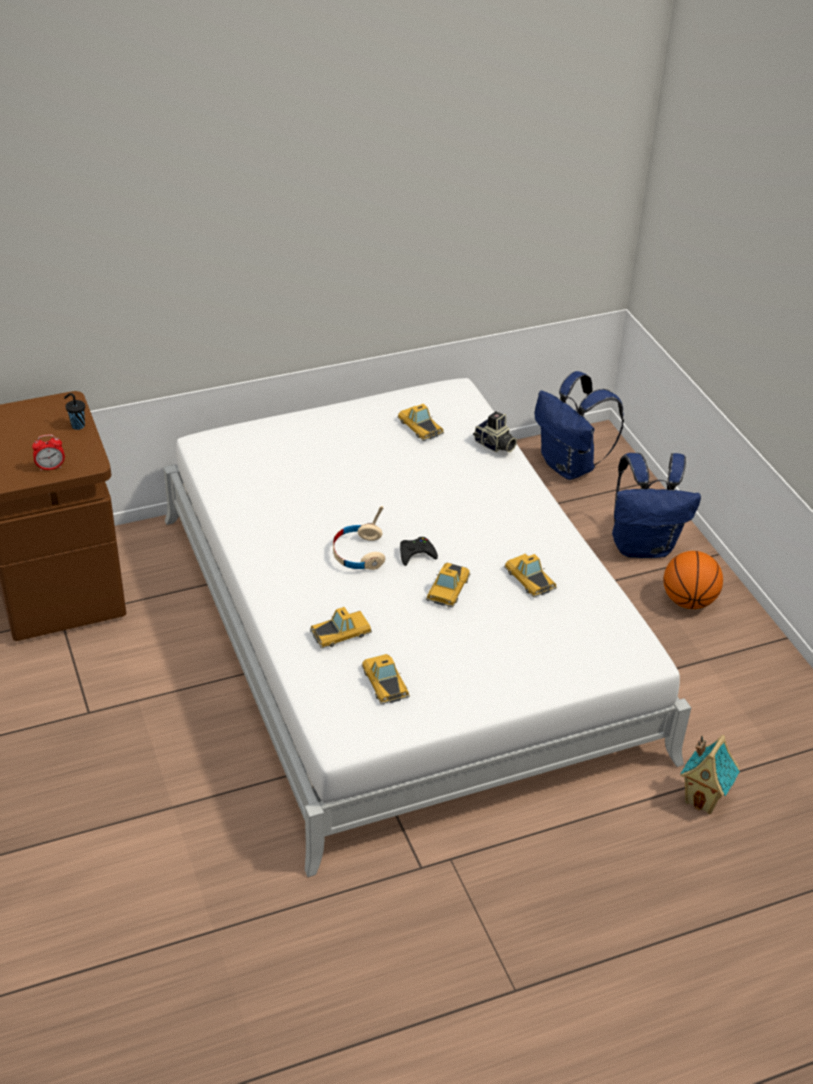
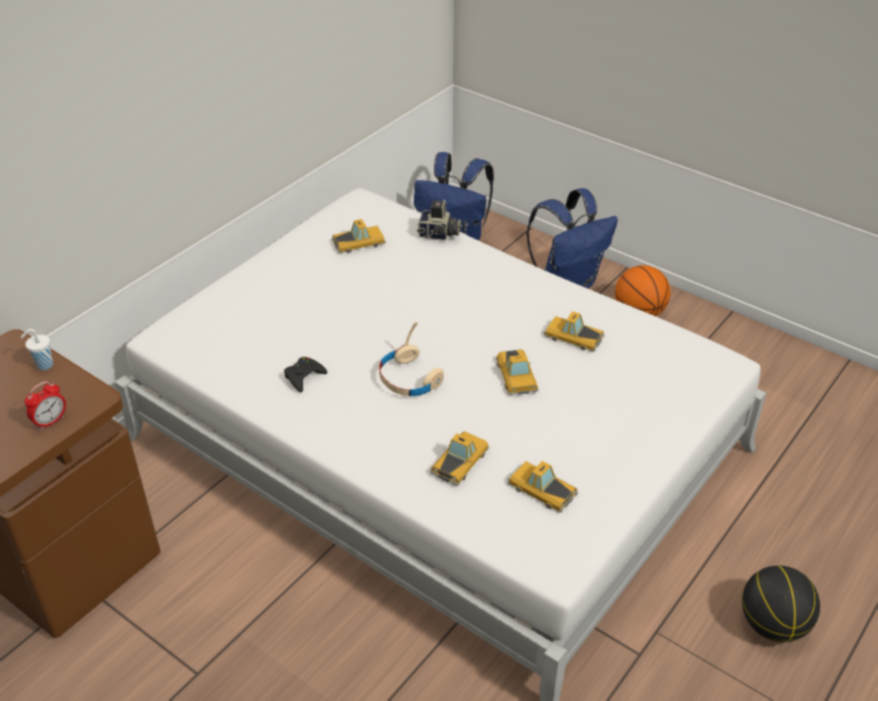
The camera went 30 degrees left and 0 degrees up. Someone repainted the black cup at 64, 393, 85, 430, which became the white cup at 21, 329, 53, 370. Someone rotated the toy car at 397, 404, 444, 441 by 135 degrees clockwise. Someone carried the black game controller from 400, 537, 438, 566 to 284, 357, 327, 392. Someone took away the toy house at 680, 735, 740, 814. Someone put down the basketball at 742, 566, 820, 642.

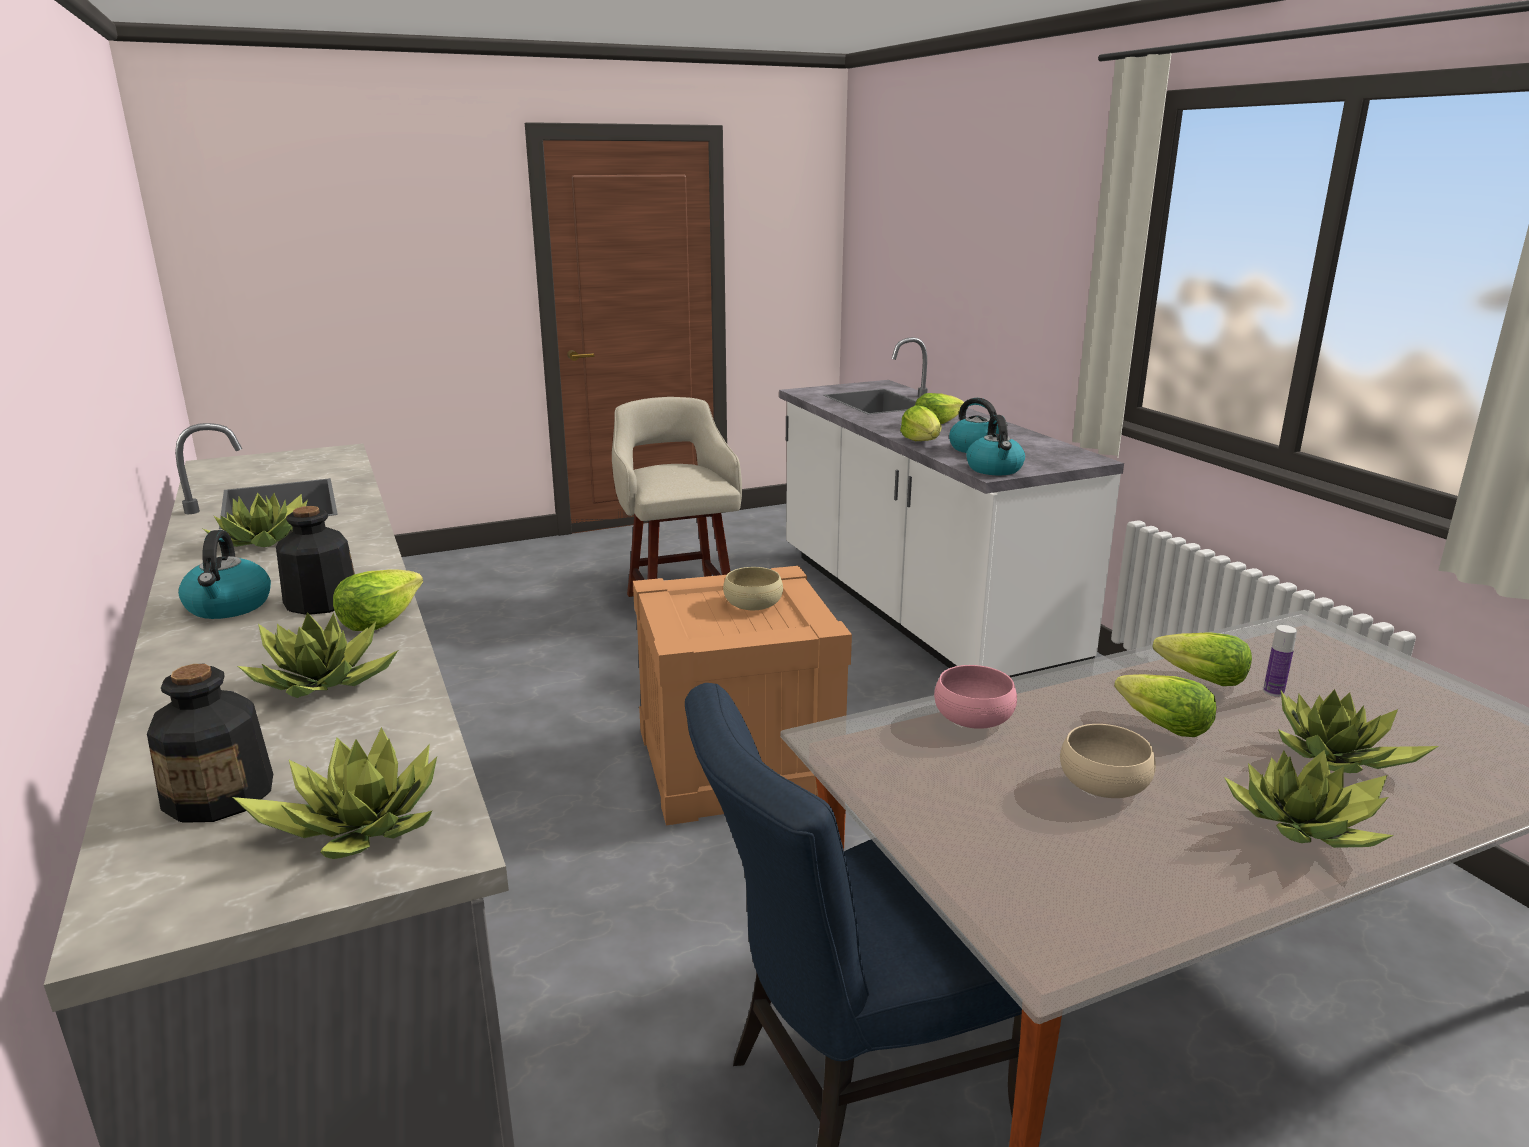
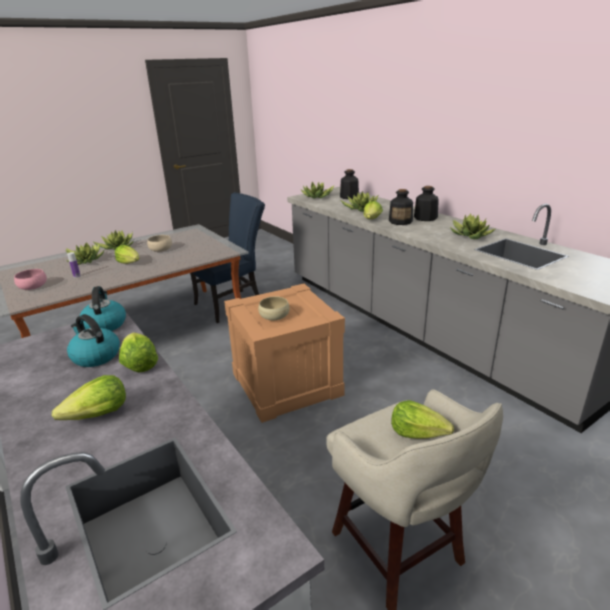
The camera went 170 degrees right and 5 degrees up. Someone swapped the kettle at 178, 530, 271, 619 for the bottle at 414, 186, 439, 221. Someone carried the lettuce from 1153, 632, 1252, 686 to 391, 400, 454, 439. Someone carried the pink bowl from 934, 665, 1017, 729 to 14, 269, 47, 290.

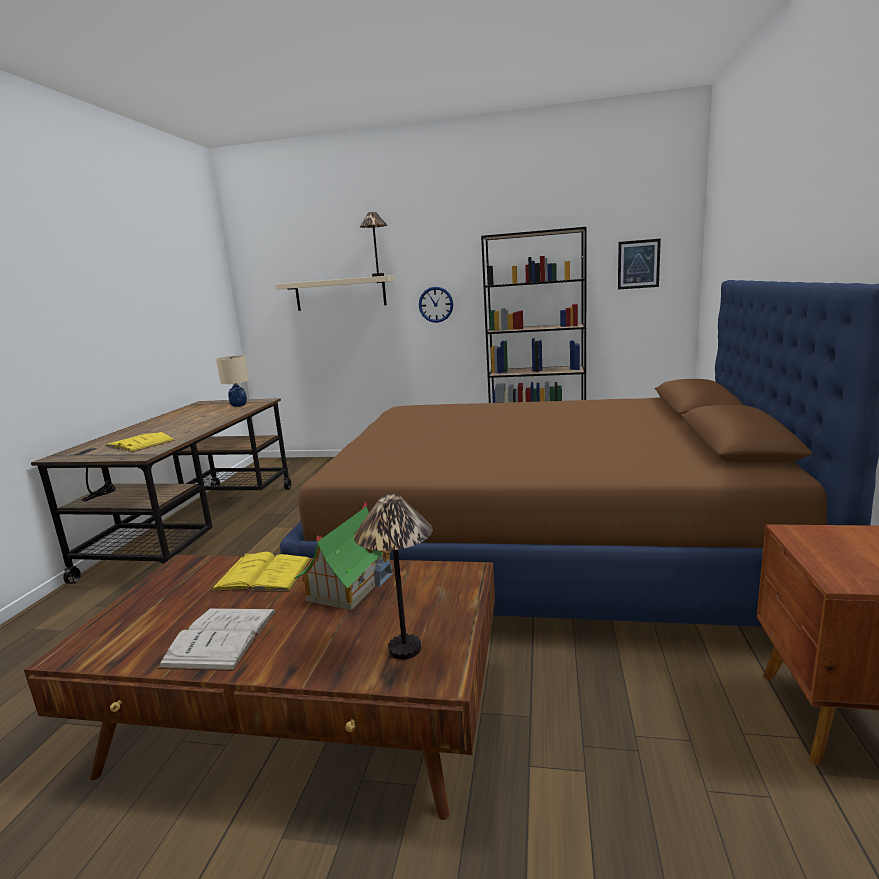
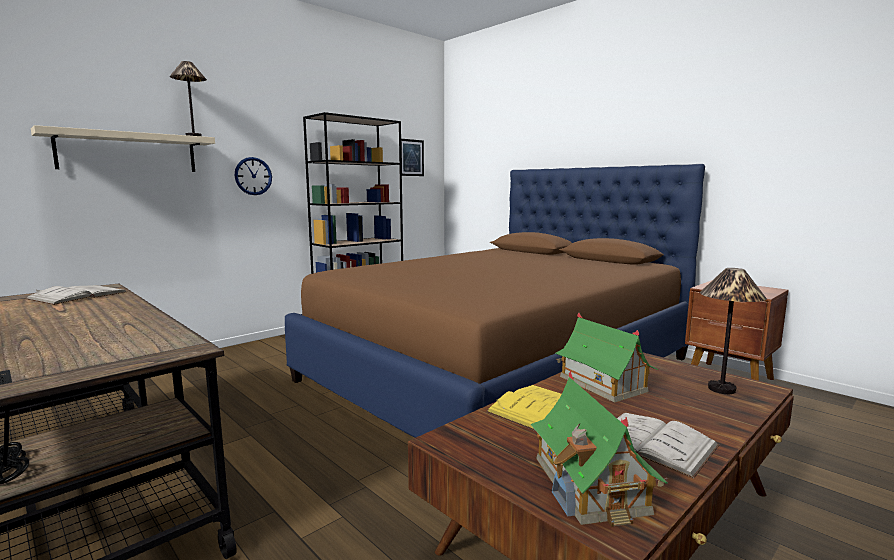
The camera went 55 degrees left and 5 degrees down. Someone swapped the beige table lamp at 216, 355, 249, 407 for the white book at 25, 285, 127, 305. Someone took away the yellow book at 105, 432, 175, 452. Someone put down the toy house at 530, 370, 669, 527.

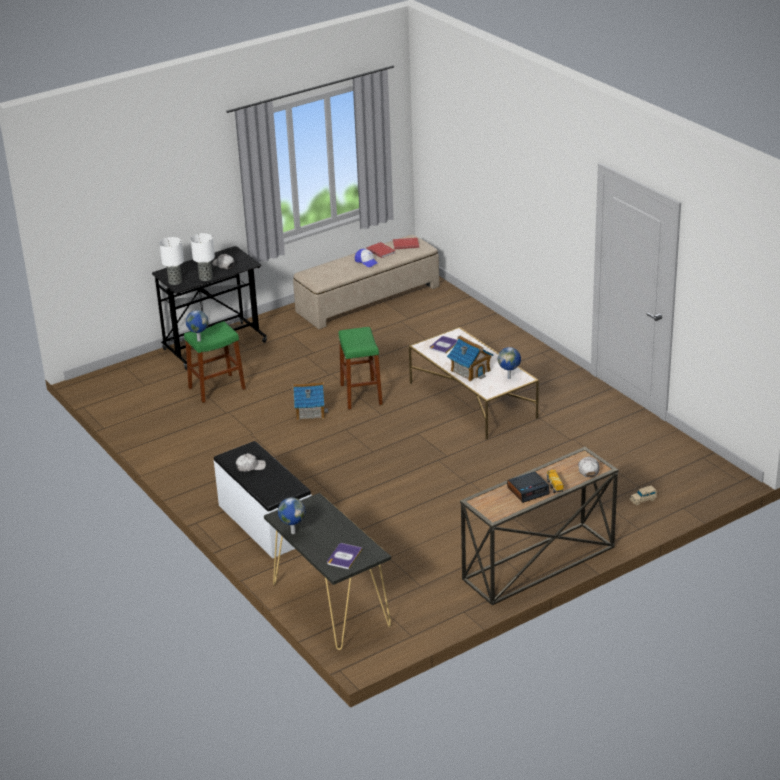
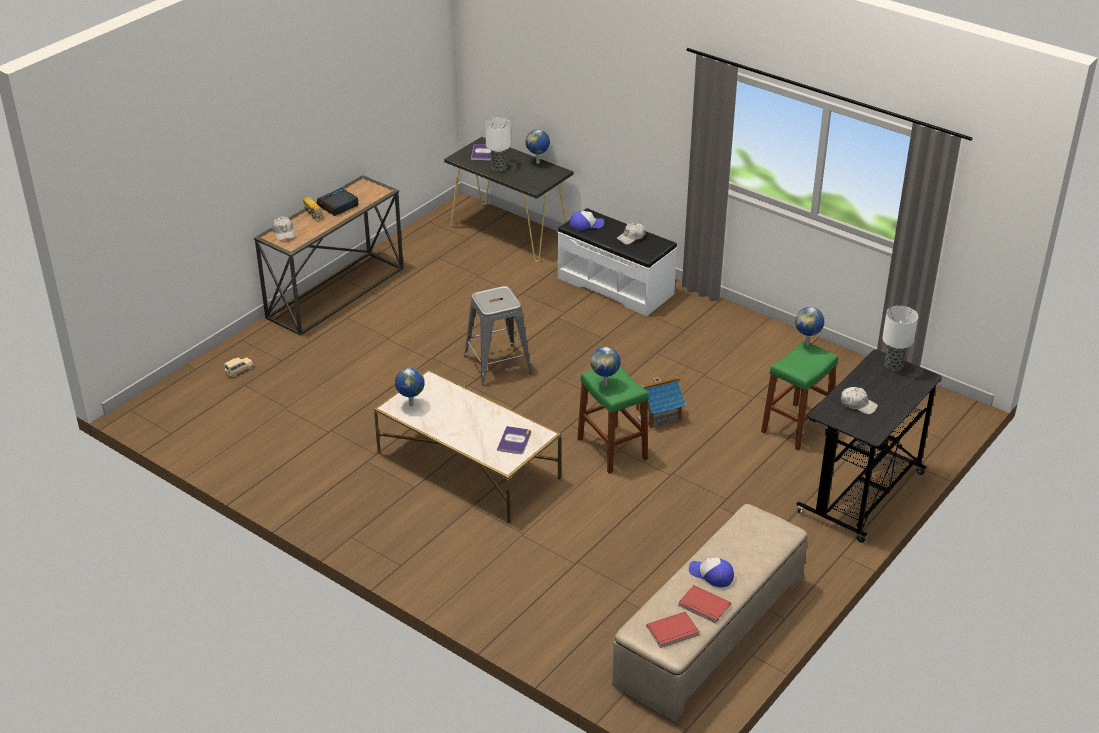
The camera went 160 degrees right and 5 degrees up. Someone carried the table lamp from 190, 233, 215, 281 to 485, 117, 511, 171. Someone took away the toy house at 447, 336, 494, 381. Someone put down the cap at 570, 211, 604, 230. Someone put down the grey stool at 464, 286, 532, 386. Someone put down the globe at 591, 347, 621, 386.

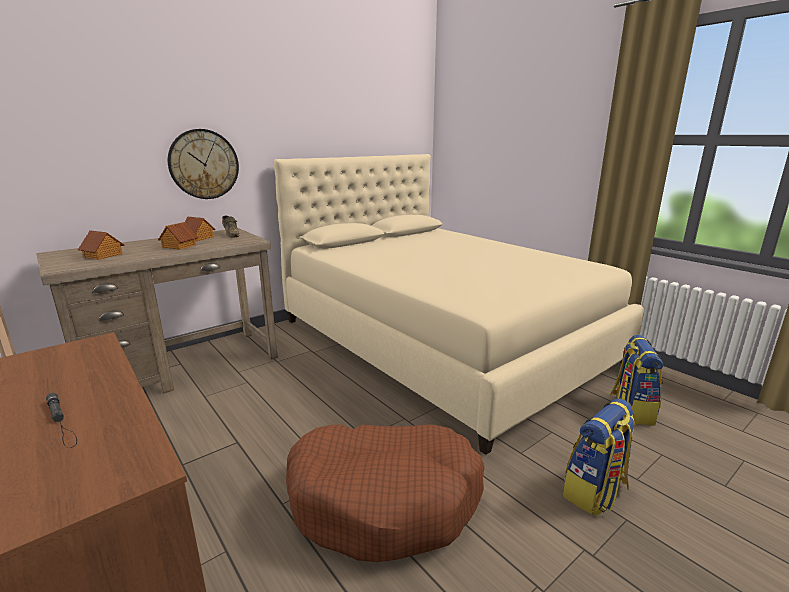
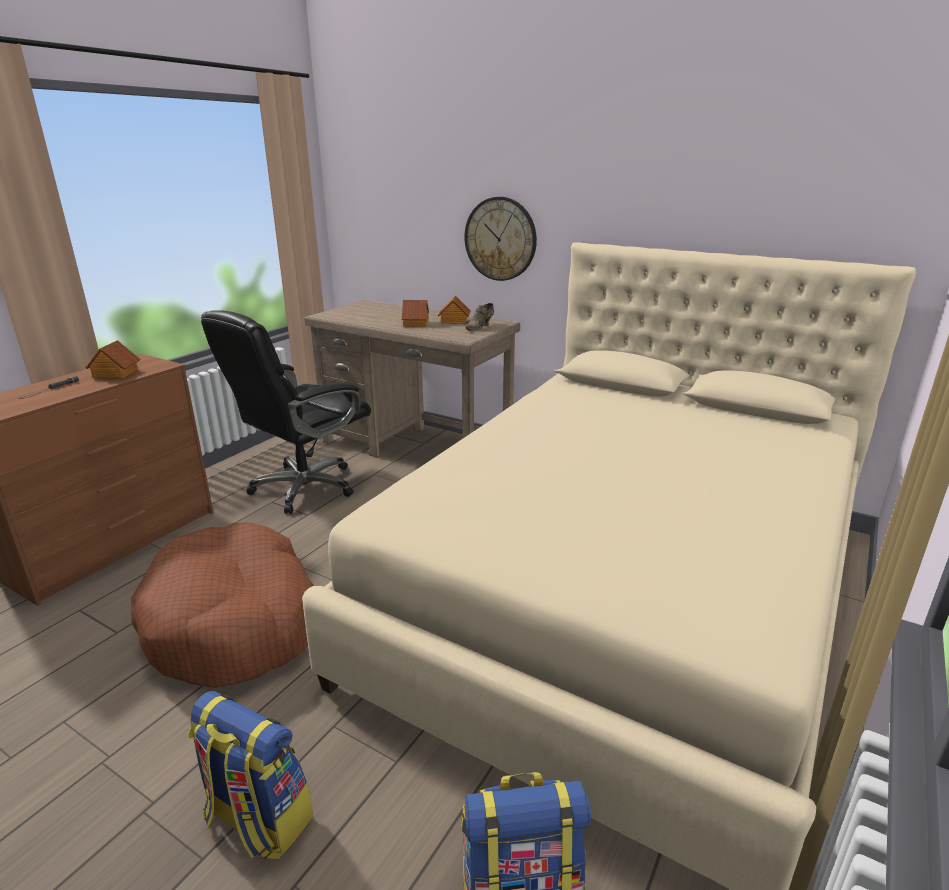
The camera went 70 degrees right and 5 degrees up. Someone carried the toy house from 78, 230, 125, 260 to 86, 340, 141, 379. Someone put down the black office chair at 201, 310, 371, 514.

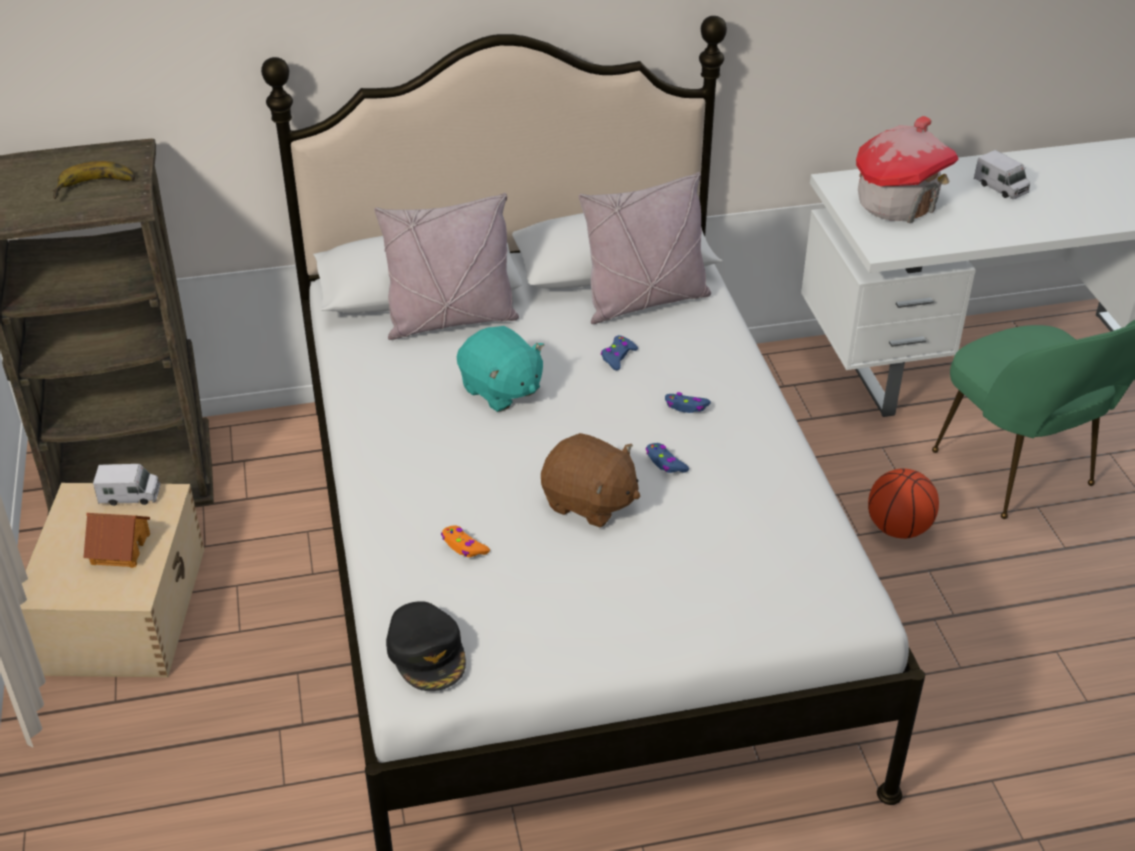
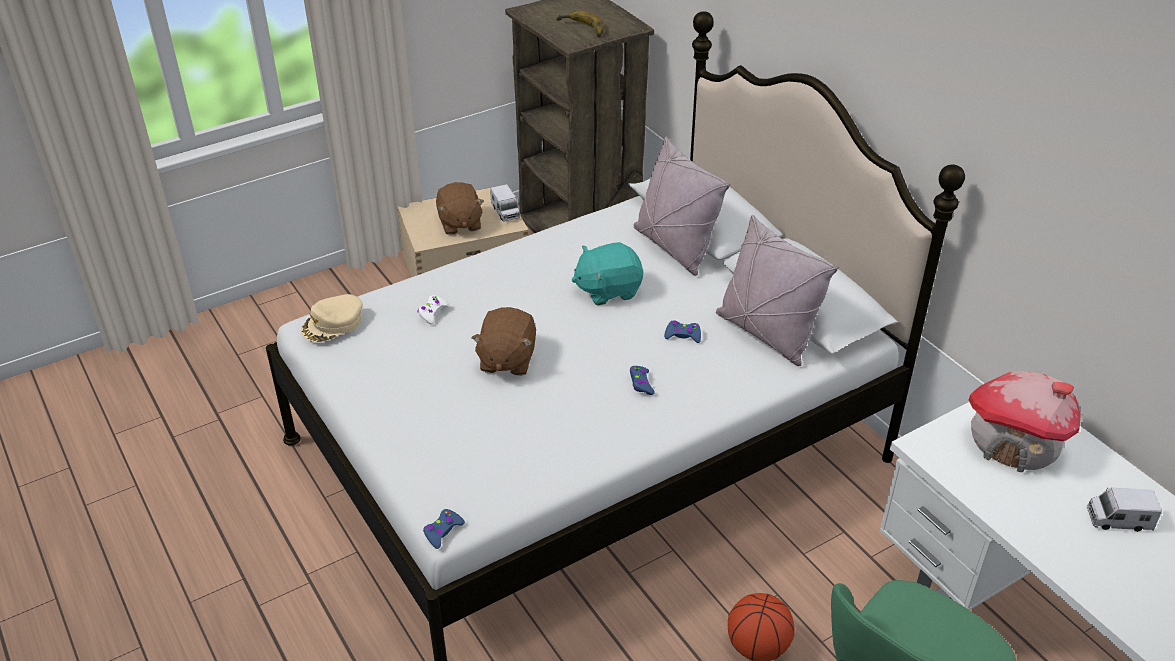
The camera went 70 degrees right and 0 degrees up. Someone rotated the toy truck at 974, 150, 1030, 199 by 60 degrees clockwise. Someone rotated the turquoise plush toy at 457, 326, 544, 412 by 45 degrees clockwise. Someone carried the blue game controller from 646, 443, 689, 473 to 423, 509, 465, 549. Someone swapped the toy house at 83, 513, 150, 568 for the brown plush toy at 436, 182, 484, 235. Someone repainted the orange game controller at 441, 525, 490, 557, which became the white game controller at 417, 295, 449, 324. Someone repainted the black cap at 386, 601, 466, 691, which became the beige cap at 301, 294, 363, 342.

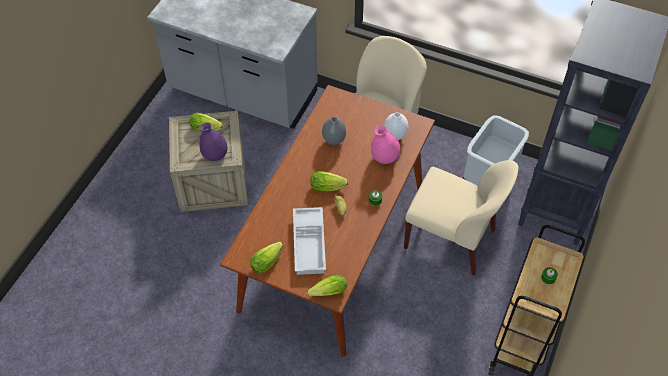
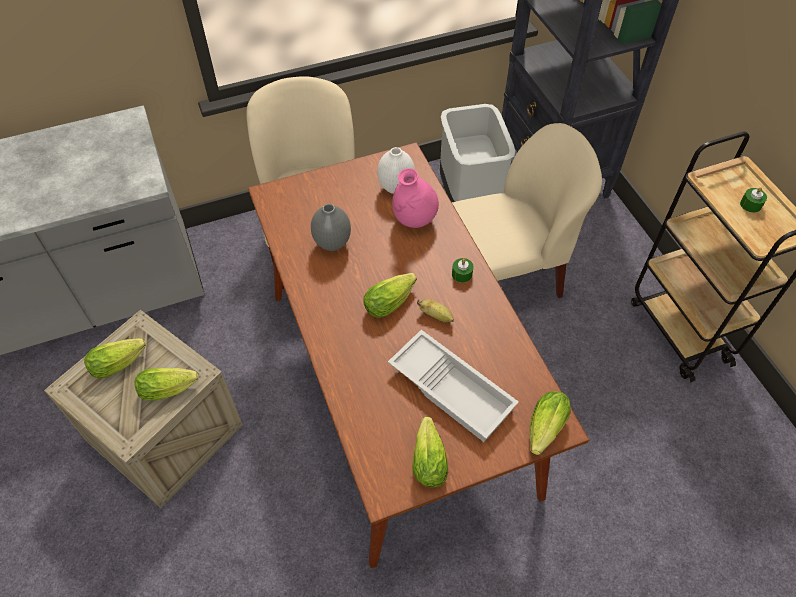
The camera went 45 degrees left and 0 degrees up. Someone swapped the purple vase at 199, 123, 227, 161 for the lettuce at 134, 368, 198, 401.

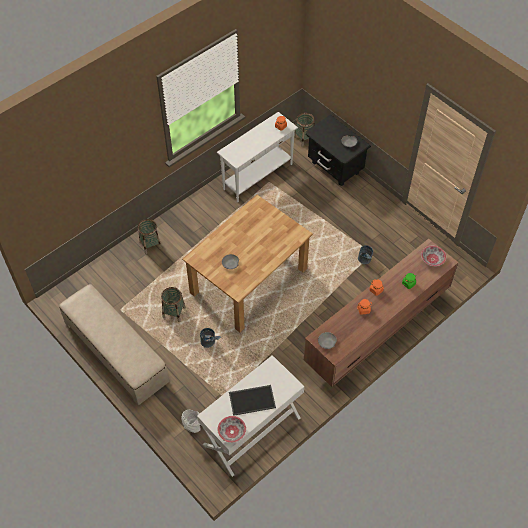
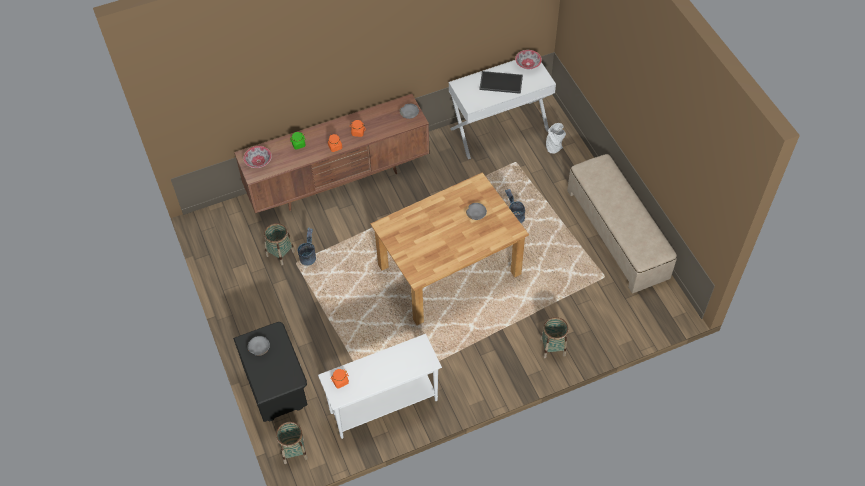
The camera went 160 degrees left and 0 degrees up. Someone carried the basket from 161, 287, 186, 322 to 264, 223, 295, 266.

